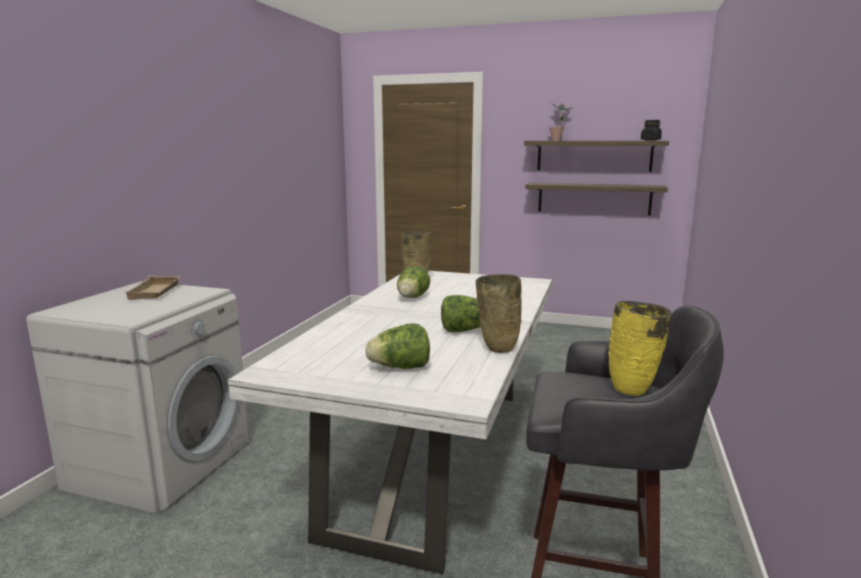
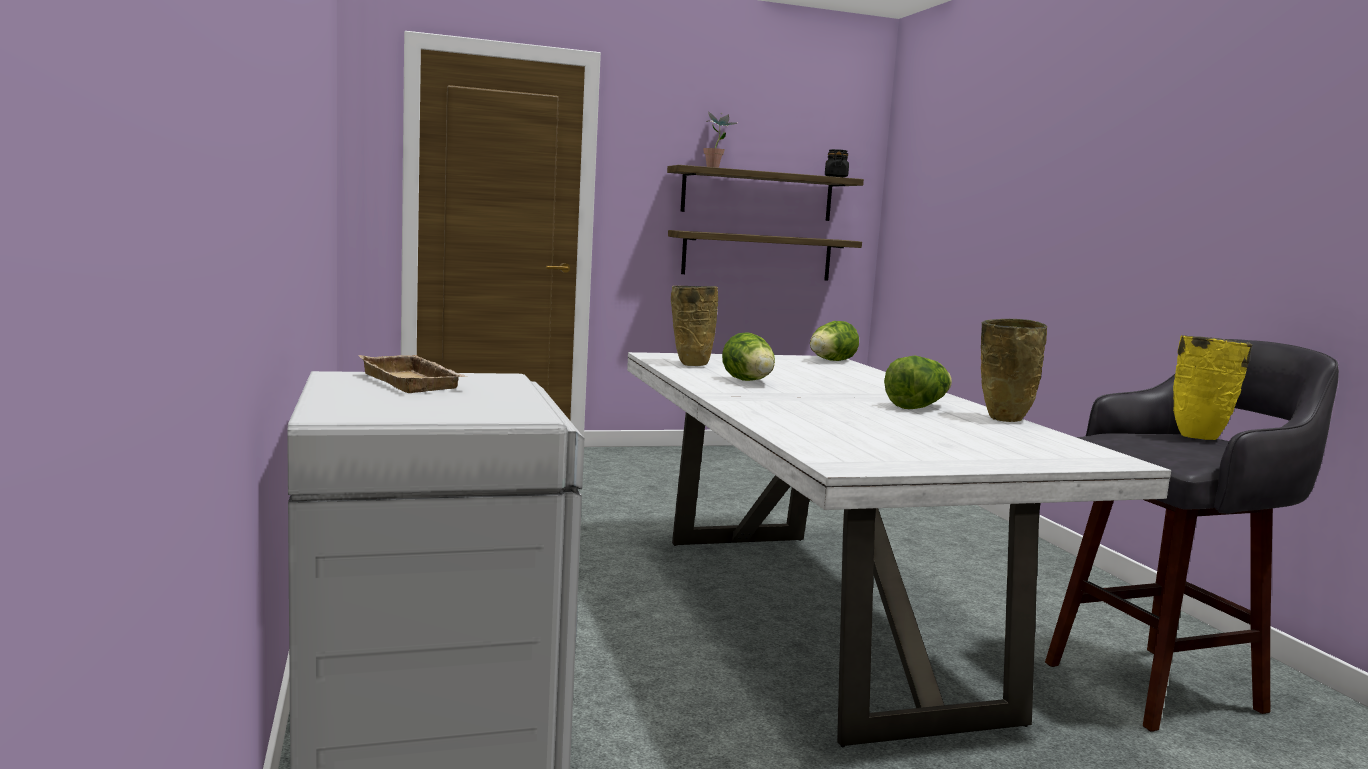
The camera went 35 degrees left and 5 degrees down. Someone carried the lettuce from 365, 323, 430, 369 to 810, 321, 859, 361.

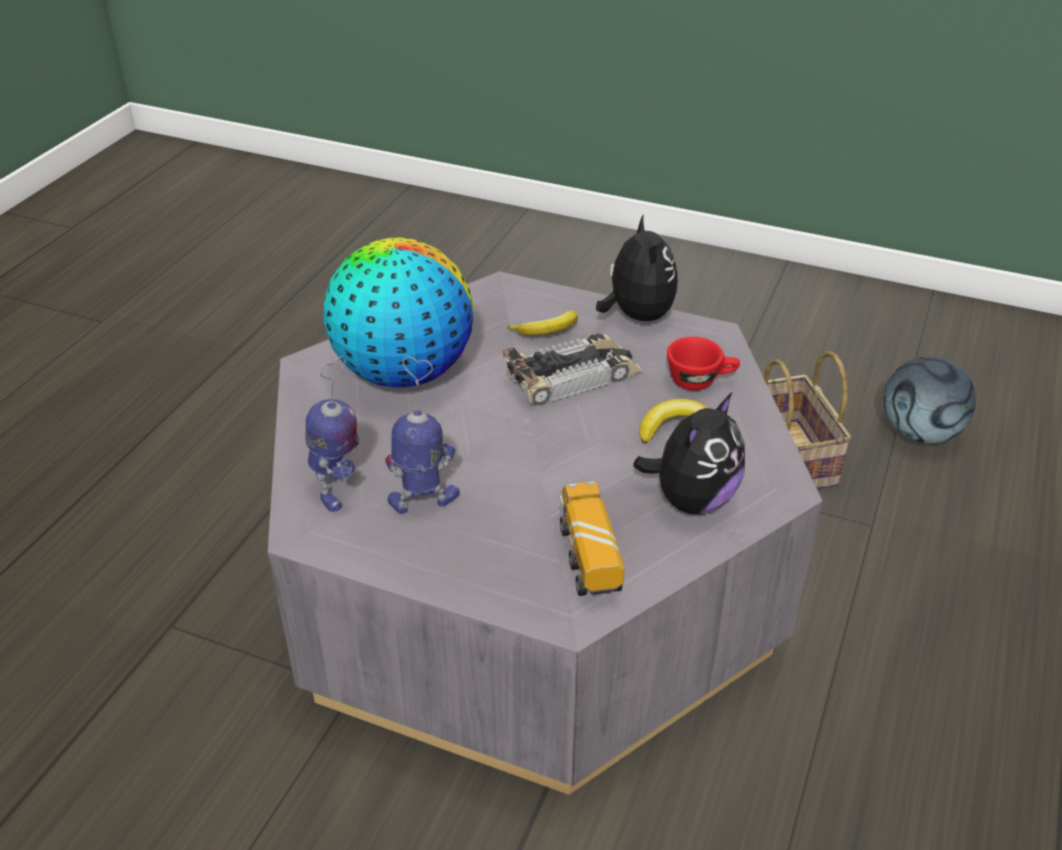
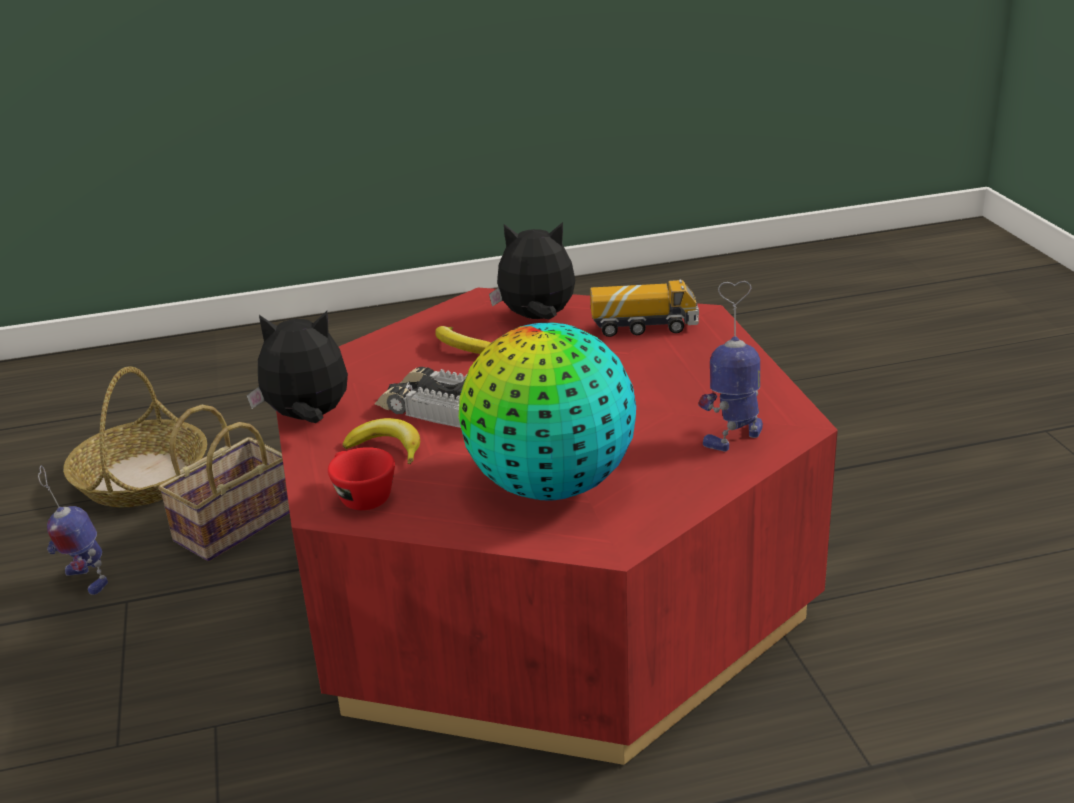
The camera went 125 degrees left and 10 degrees down. Someone rotated the plush toy at 596, 215, 678, 321 by 45 degrees clockwise. Someone repainted the grey coffee table at 268, 271, 823, 795, which became the red coffee table at 276, 288, 838, 765. Someone carried the red cup from 667, 337, 740, 391 to 328, 447, 395, 510. Someone carried the toy robot from 385, 356, 460, 514 to 38, 466, 108, 595. Someone swapped the football at 884, 356, 976, 444 for the basket at 63, 366, 207, 508. Someone rotated the toy truck at 559, 481, 625, 596 by 135 degrees counterclockwise.

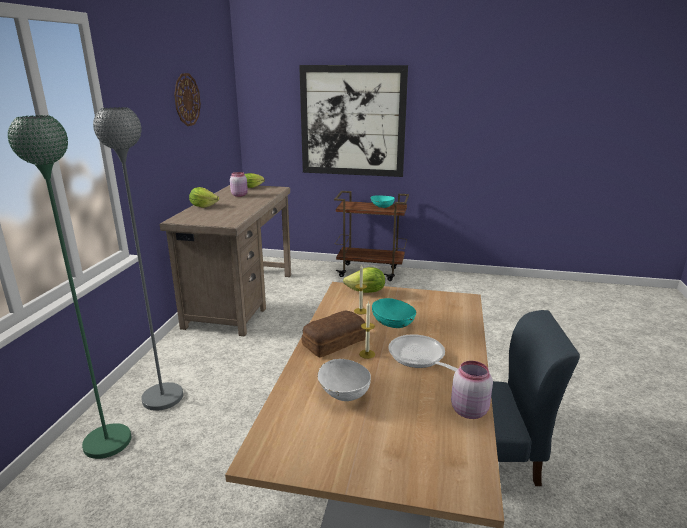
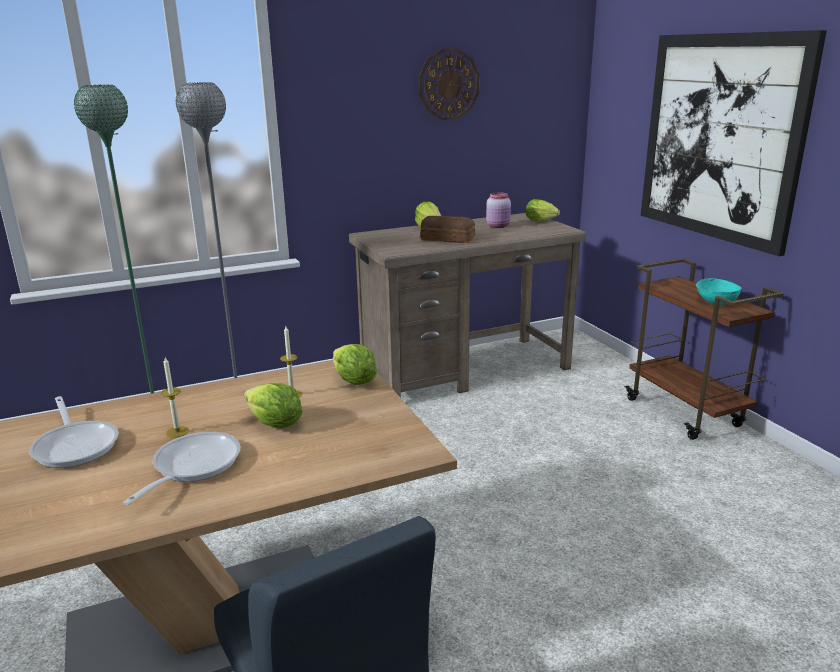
The camera went 55 degrees right and 0 degrees up. Someone swapped the turquoise bowl at 372, 298, 417, 328 for the lettuce at 244, 382, 302, 428. Someone carried the bread from 302, 311, 366, 358 to 420, 216, 475, 243. Someone swapped the white bowl at 317, 359, 371, 401 for the frying pan at 29, 396, 119, 468. Someone took away the pink jar at 451, 361, 493, 419.

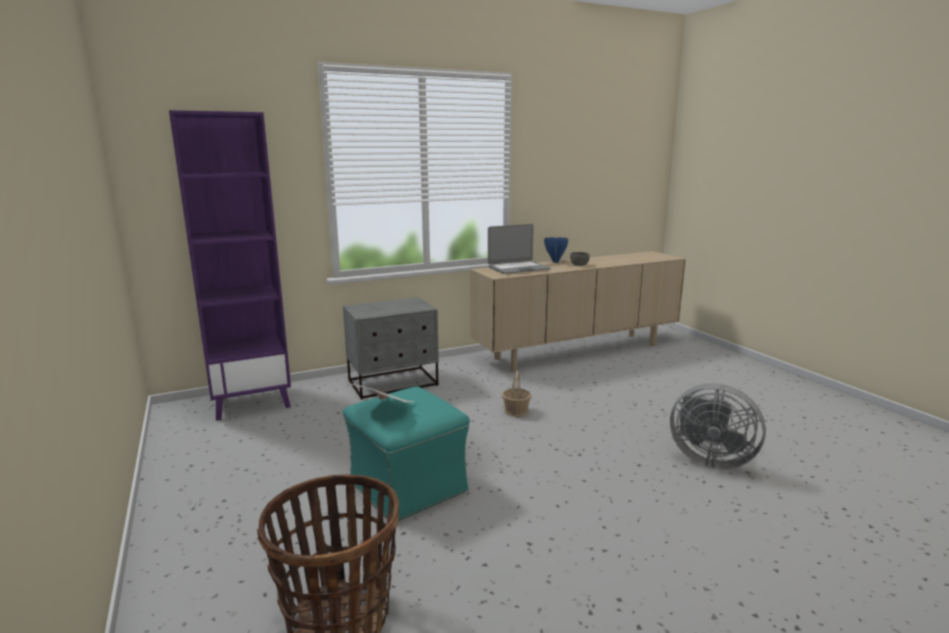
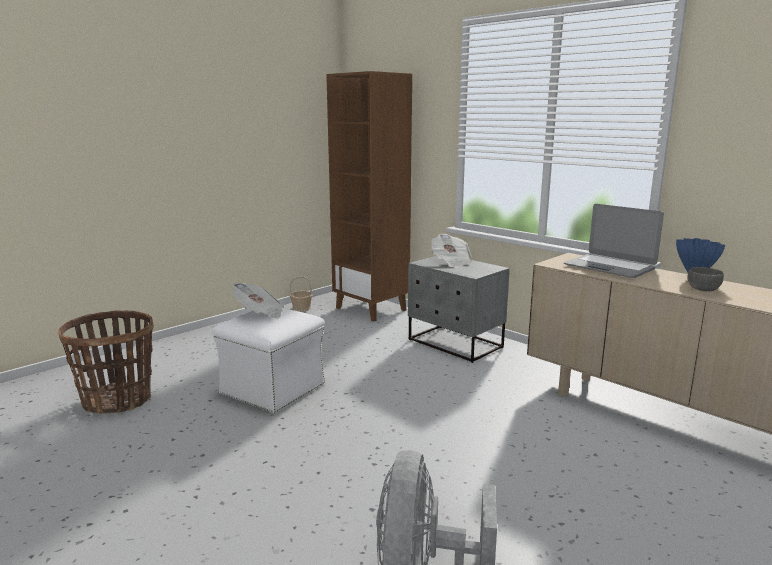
The camera went 70 degrees right and 0 degrees up. Someone repainted the purple bookcase at 169, 110, 291, 421, which became the brown bookcase at 326, 71, 412, 322. Someone carried the basket from 502, 371, 532, 417 to 290, 276, 313, 312. Someone repainted the turquoise ottoman at 343, 386, 470, 520, which became the white ottoman at 212, 308, 325, 413. Someone put down the newspaper at 431, 234, 472, 268.

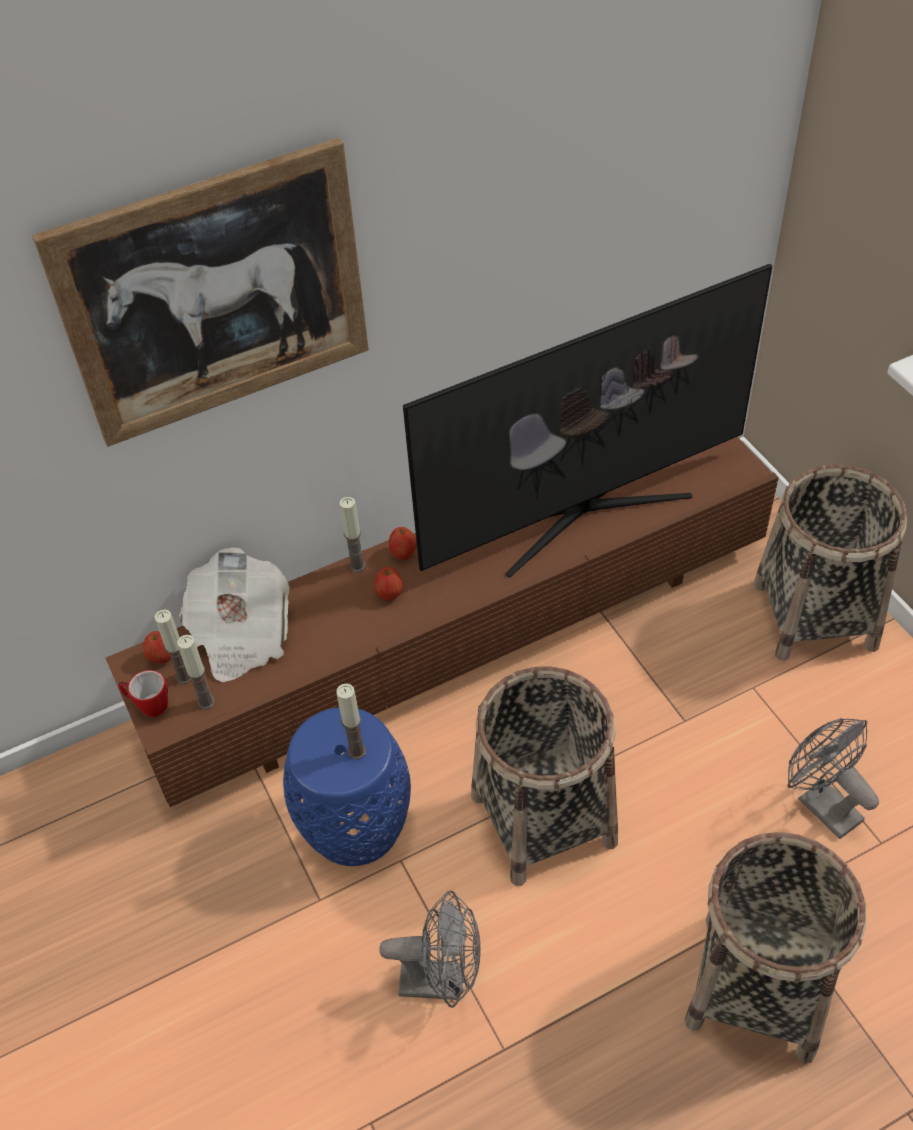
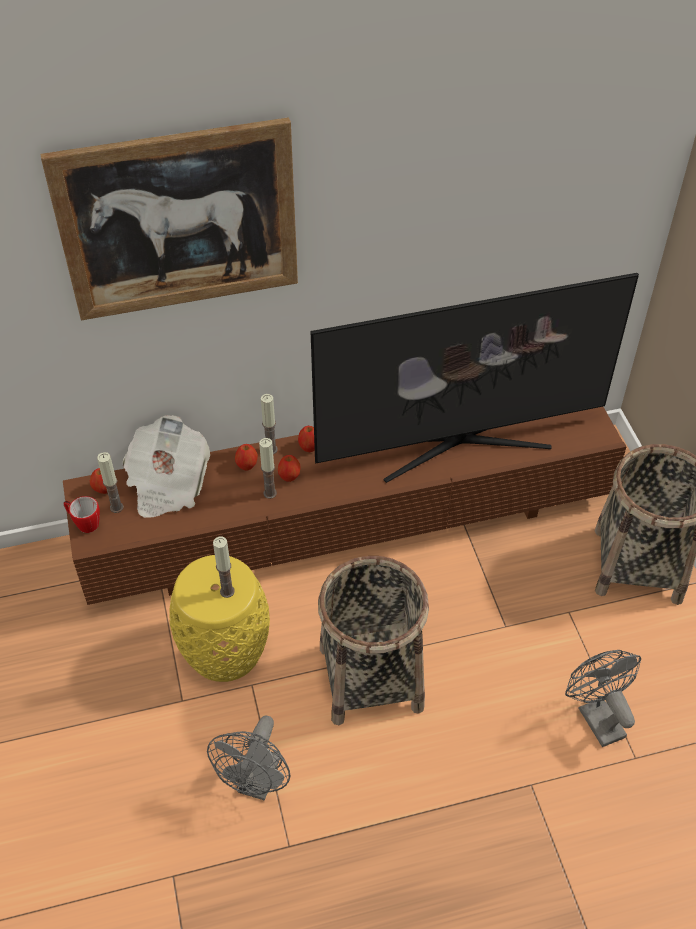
The camera went 10 degrees right and 0 degrees up. Someone carried the candle from 177, 635, 215, 709 to 259, 438, 277, 499. Someone repainted the blue stool at 283, 707, 411, 866, which became the yellow stool at 169, 555, 270, 682. Someone took away the basket at 685, 832, 866, 1064. Someone rotated the grey fan at 379, 890, 481, 1008 by 90 degrees clockwise. Someone put down the apple at 235, 444, 258, 470.

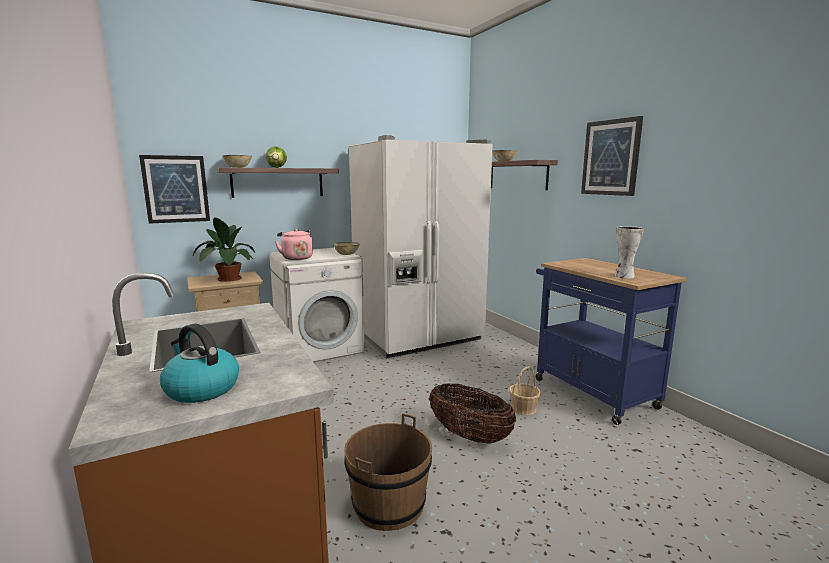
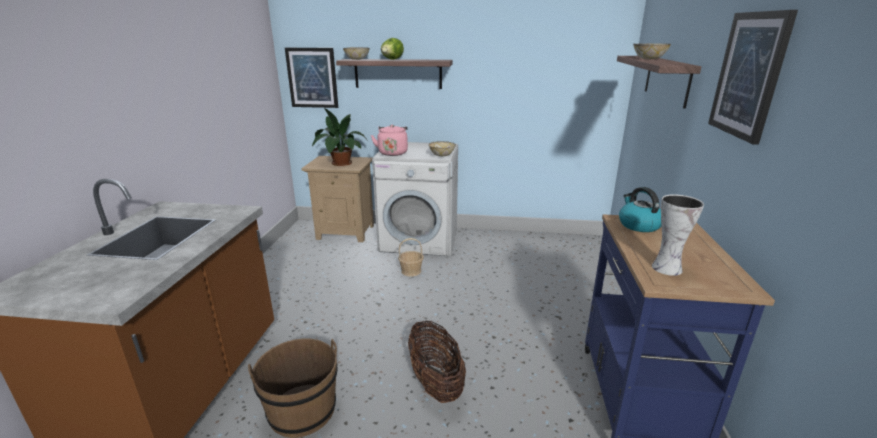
The camera went 35 degrees right and 10 degrees up. Someone took away the white fridge at 349, 135, 493, 359. Someone carried the kettle from 160, 324, 239, 403 to 619, 187, 662, 232. Someone carried the basket from 509, 366, 541, 415 to 398, 238, 424, 276.

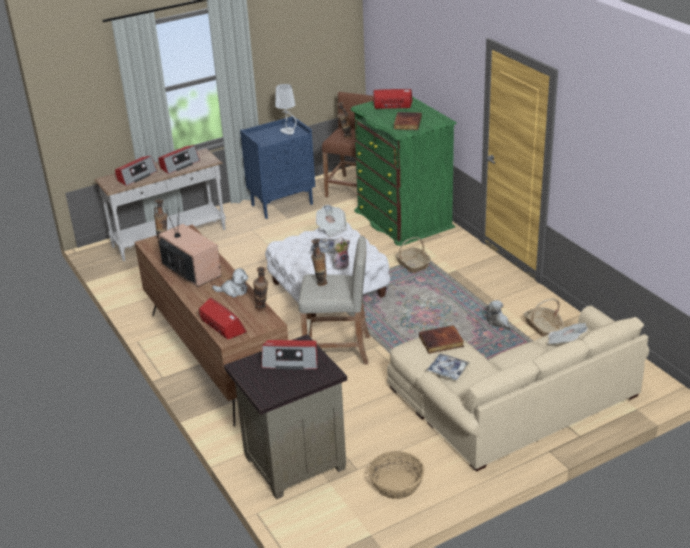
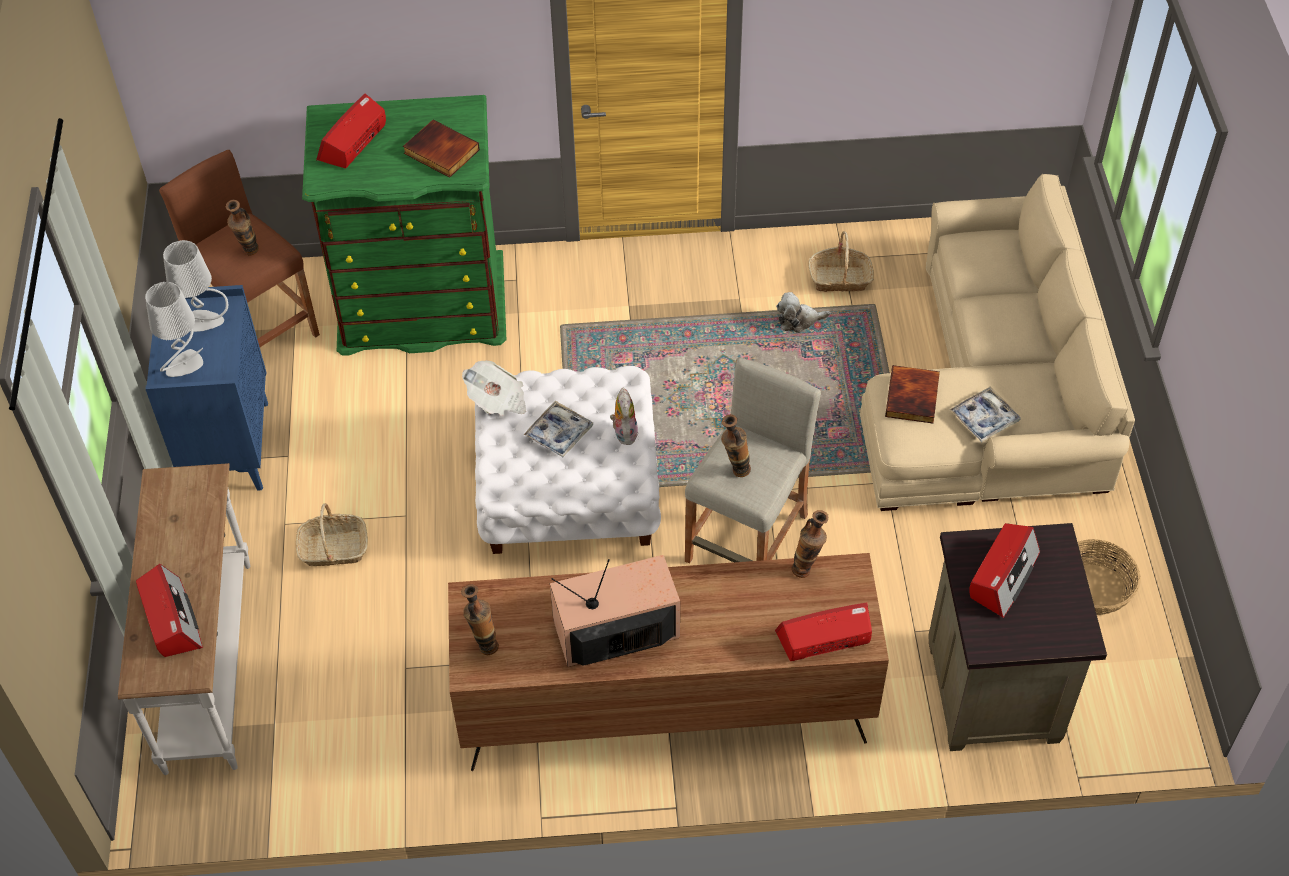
The camera went 65 degrees left and 20 degrees up. Someone took away the radio at 158, 145, 200, 174. Someone carried the basket from 395, 237, 431, 273 to 296, 503, 368, 566. Someone took away the plush toy at 212, 268, 248, 297. Someone took away the newspaper at 548, 323, 588, 344. Someone put down the grey table lamp at 145, 282, 203, 377.

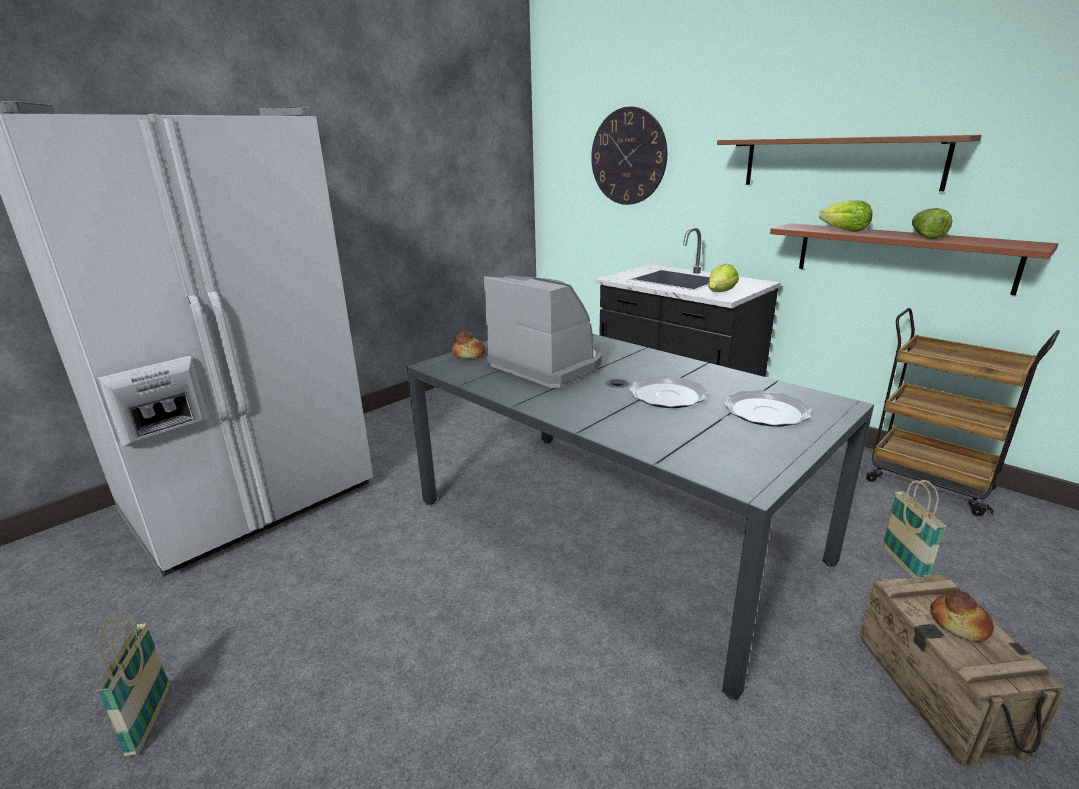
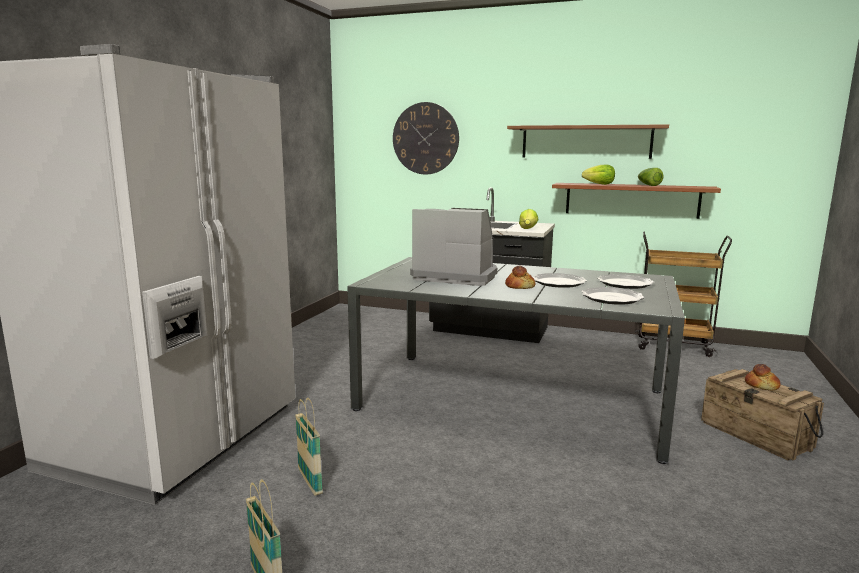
The camera went 25 degrees left and 10 degrees down. Someone carried the bread from 452, 331, 486, 359 to 505, 265, 535, 289. Someone carried the basket from 882, 480, 946, 578 to 295, 398, 323, 496. Someone put down the plate at 582, 287, 644, 305.

